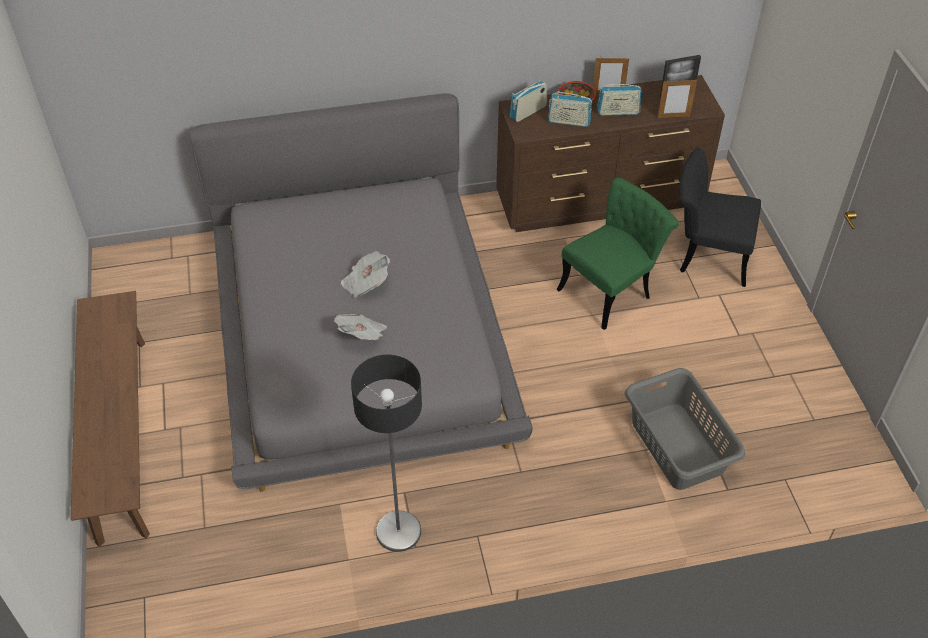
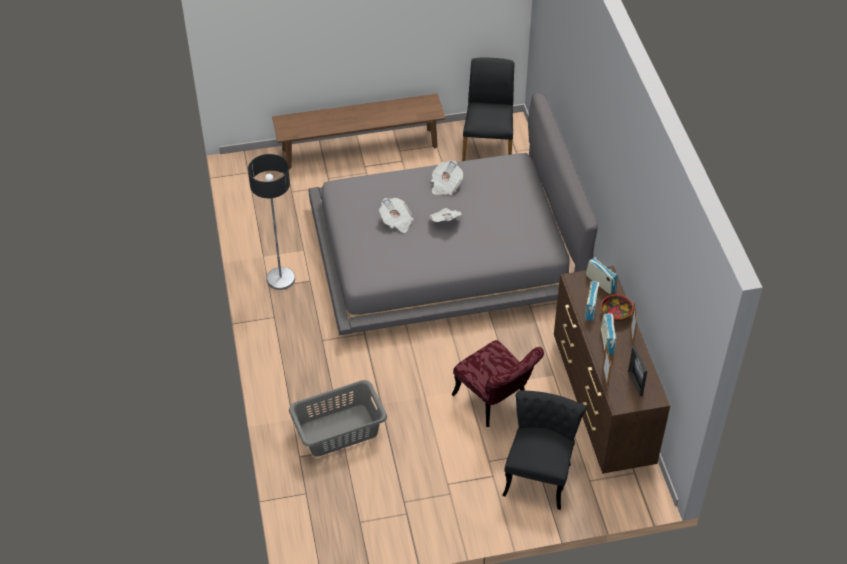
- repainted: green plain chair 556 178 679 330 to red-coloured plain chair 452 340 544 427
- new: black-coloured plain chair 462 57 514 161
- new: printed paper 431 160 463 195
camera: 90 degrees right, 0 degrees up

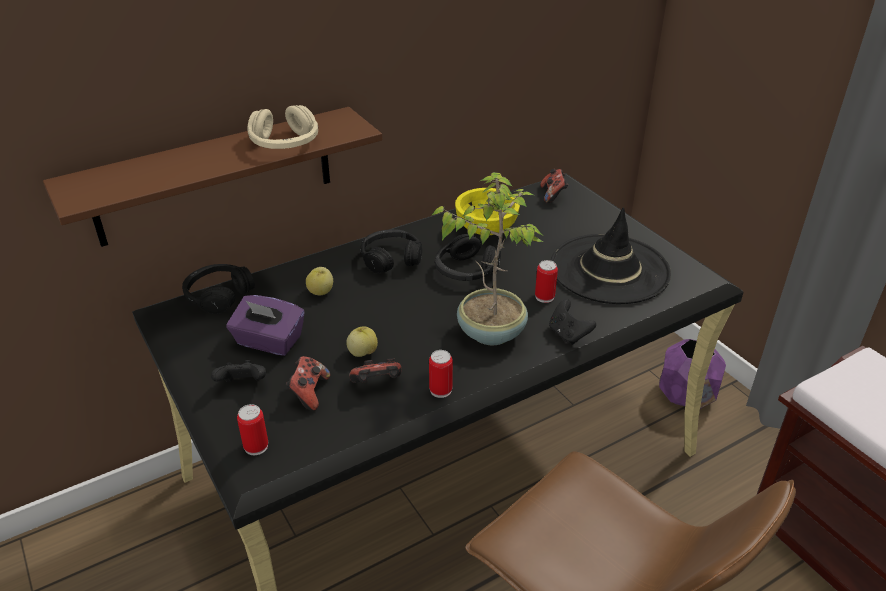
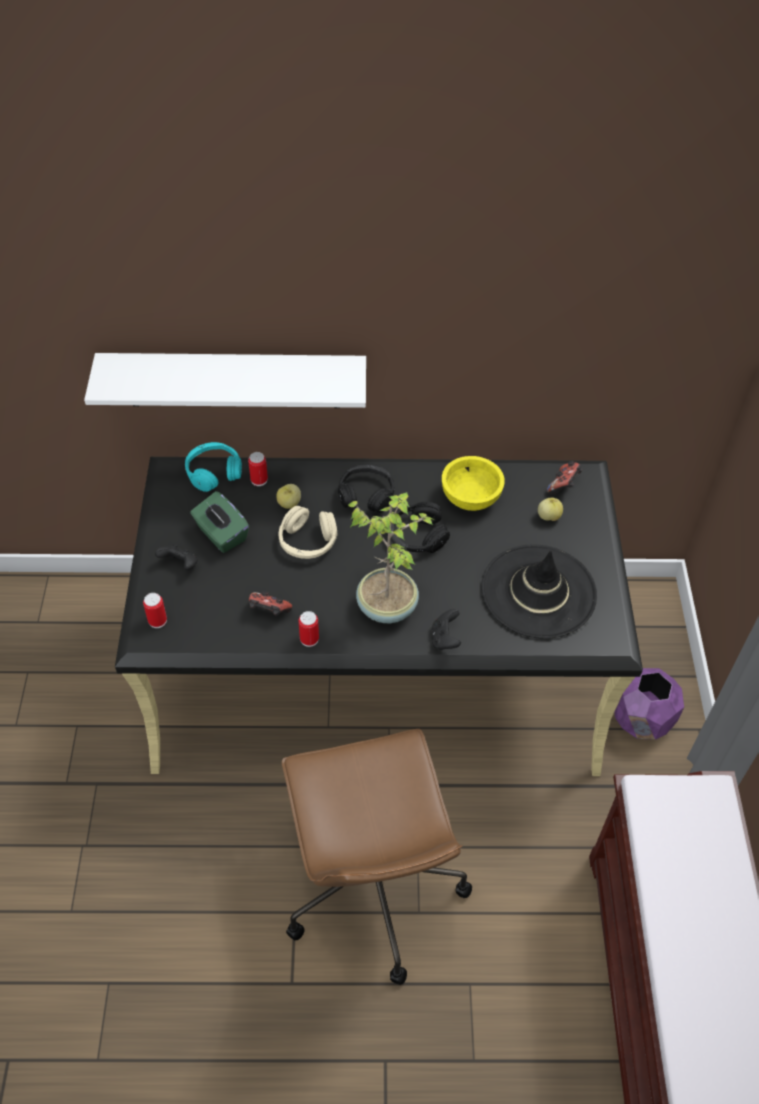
- shifted: sand-coloured pair of headphones 248 105 318 149 to 278 506 337 559
- repainted: brown-coloured bracket shelf 43 107 382 247 to white bracket shelf 84 353 366 408
- shifted: metal can 535 260 558 303 to 248 452 268 486
- repainted: black-coloured pair of headphones 182 264 255 314 to blue-green pair of headphones 185 442 242 492
- repainted: purple-coloured tissue box 226 295 305 356 to green tissue box 190 491 249 553
- shifted: apple 346 327 378 357 to 538 497 563 521
- gone: gamepad 286 356 330 411
camera: 30 degrees right, 15 degrees up

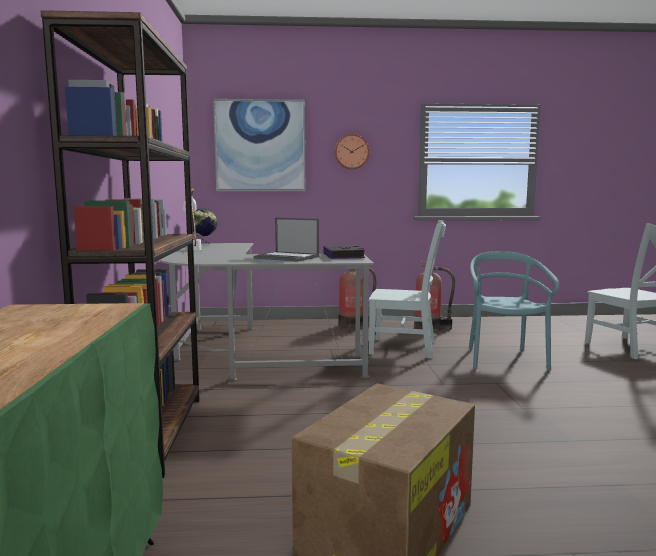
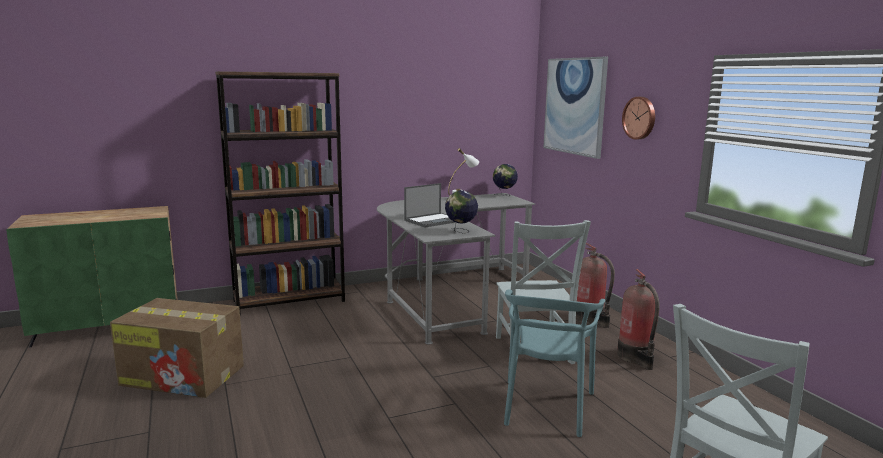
- rotated: portable computer 254 218 319 262 = 404 183 455 228 135 degrees counterclockwise
- swapped: volume 324 246 365 259 to desk globe 445 190 478 234
- rotated: blue-green plain chair 469 251 560 371 = 504 289 605 437 120 degrees clockwise
camera: 70 degrees right, 5 degrees up

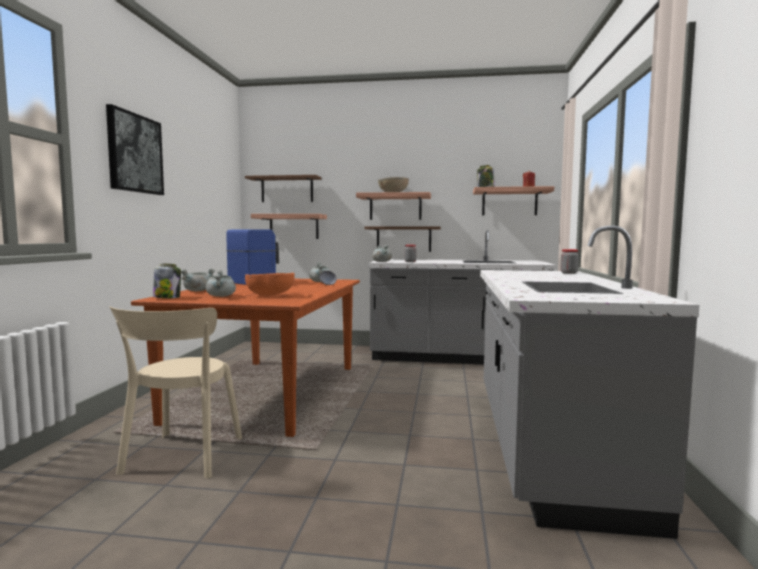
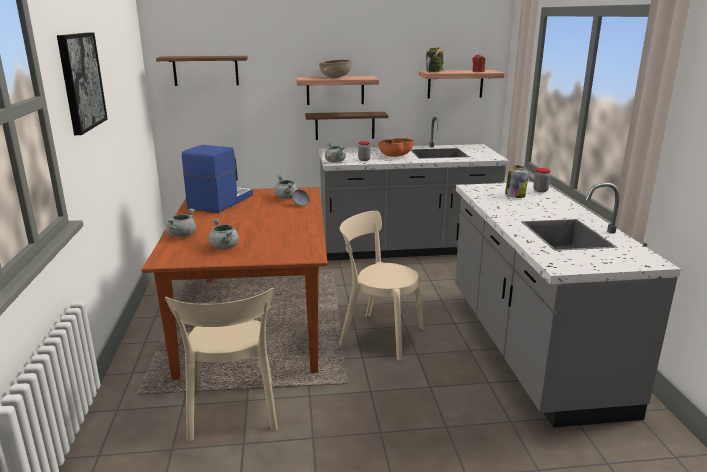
- gone: bracket shelf 251 214 327 239
- shifted: storage jar 153 264 181 298 to 505 165 529 198
- shifted: orange deep dish 245 273 295 296 to 378 138 414 157
- new: sand-coloured plain chair 339 211 424 361
camera: 15 degrees left, 15 degrees up

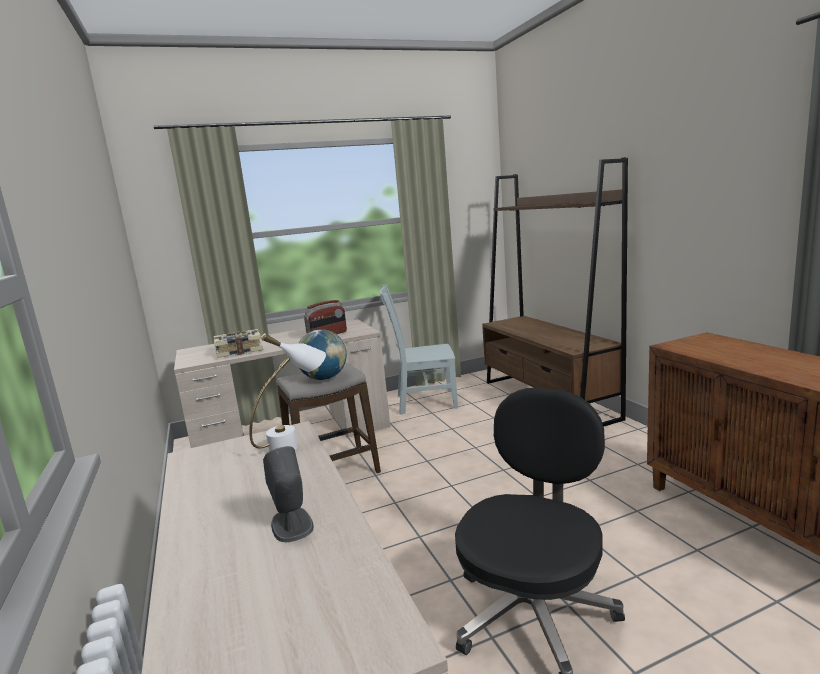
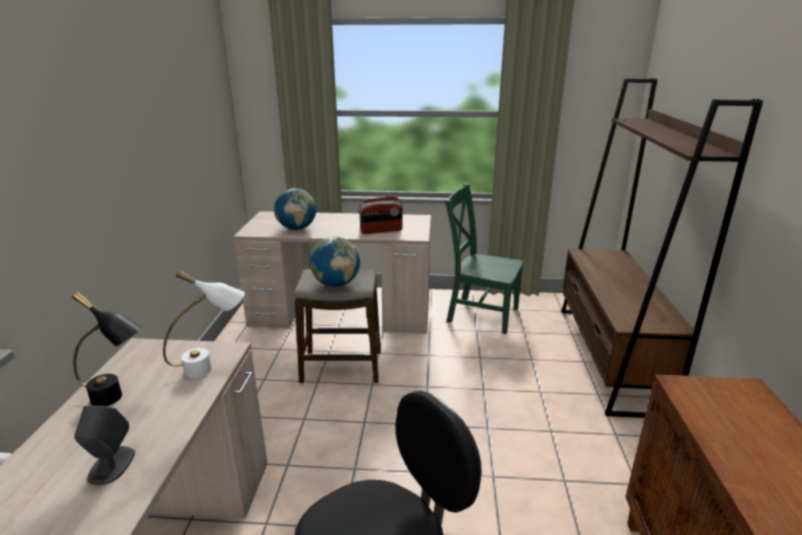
- repainted: gray plain chair 380 285 458 415 to green plain chair 445 184 524 334
- swapped: volume 214 329 263 358 to desk globe 274 188 316 230
- new: black-coloured lamp for a table 72 292 143 406
camera: 25 degrees right, 10 degrees up

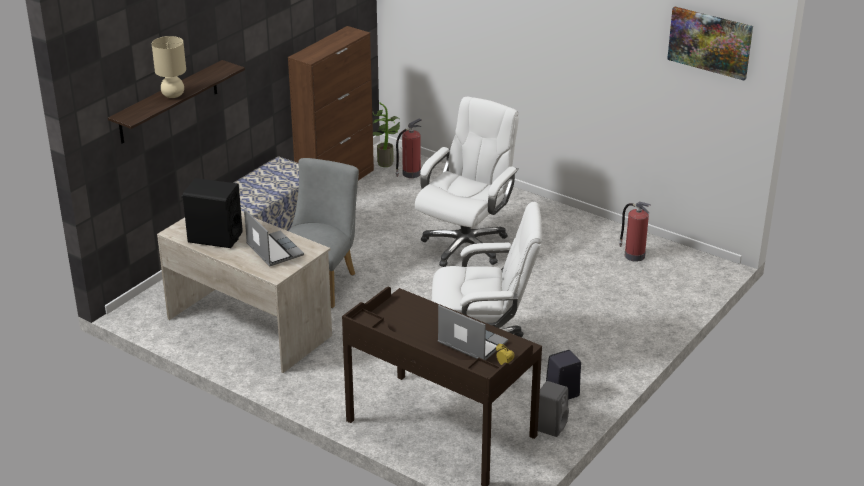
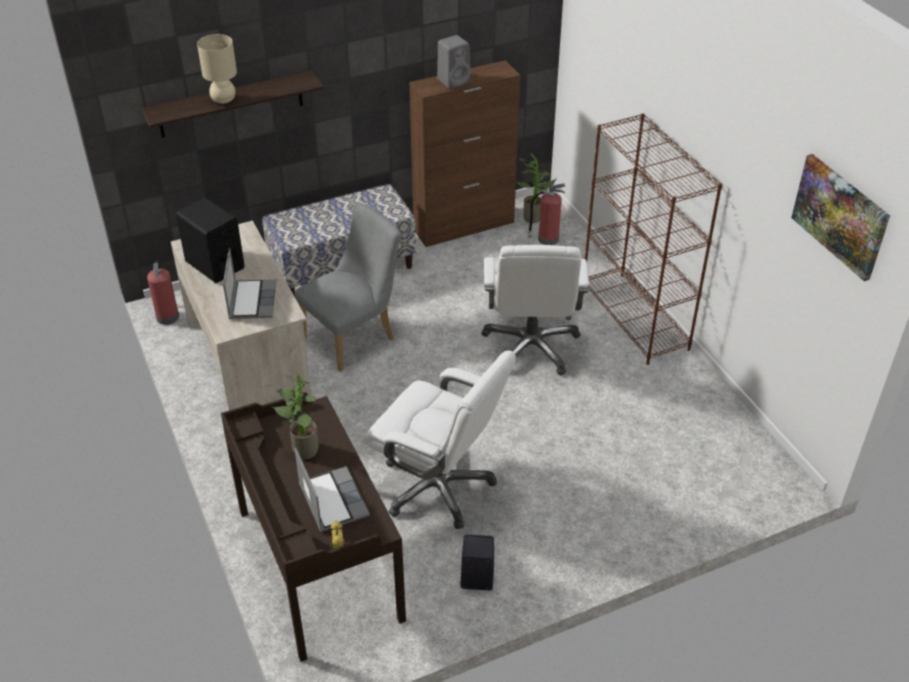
- rotated: white desk chair 415 97 519 267 = 481 245 589 375 120 degrees clockwise
- shifted: fire-fighting cylinder 619 202 651 262 to 147 261 179 325
- shifted: gray speaker 538 381 569 437 to 437 35 471 89
- new: brown-coloured bookshelf 585 113 722 365
- new: plant in a pot 271 374 319 459
camera: 30 degrees right, 10 degrees up

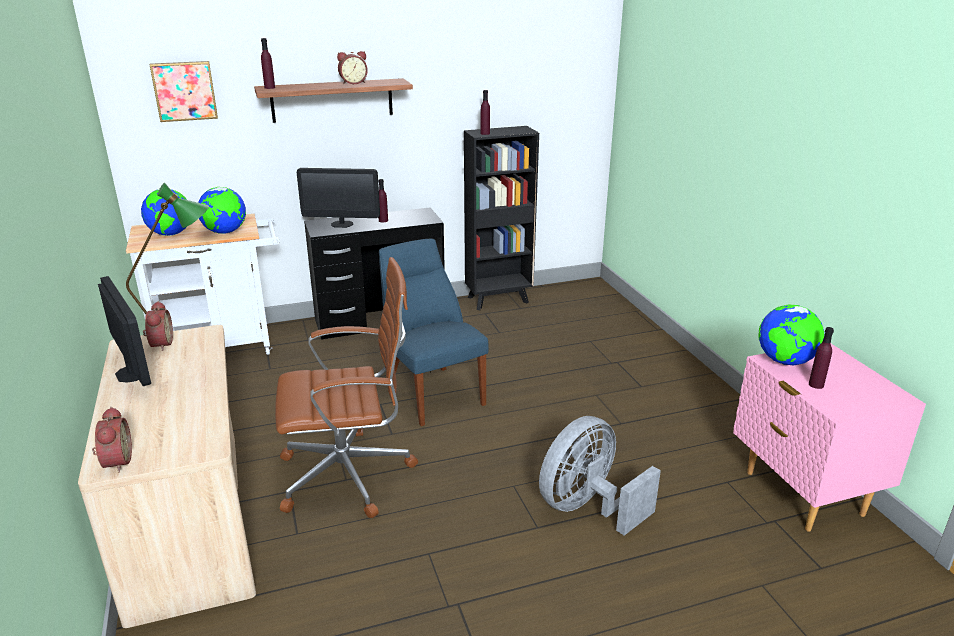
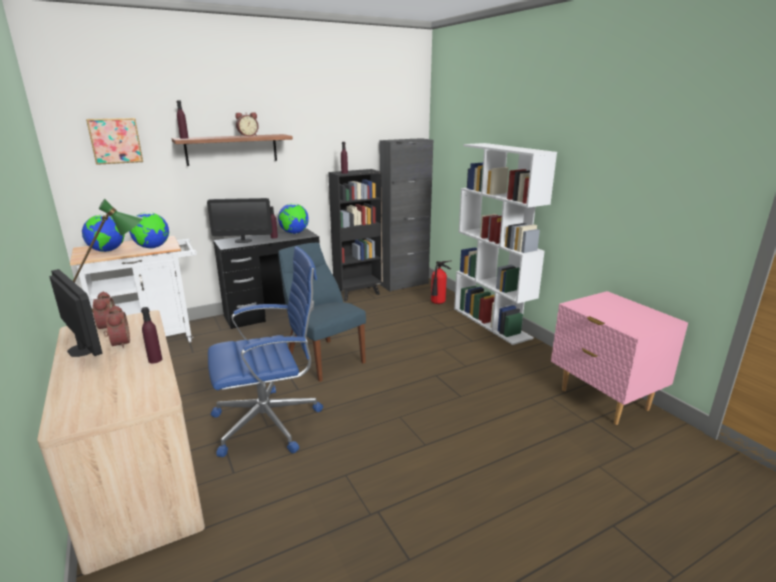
- repainted: brown-coloured desk chair 275 257 418 518 to blue desk chair 208 246 323 457
- shifted: desk globe 758 305 824 365 to 278 203 309 234
- shifted: purple-coloured beverage bottle 809 327 834 389 to 141 307 162 363
- shifted: alarm clock 92 407 132 473 to 103 305 130 348
- gone: gray electric fan 539 416 661 536
- new: black-coloured cabinet 380 138 433 292
- new: white bookshelf 454 143 557 345
- new: fire-fighting cylinder 431 260 452 304
camera: 10 degrees left, 5 degrees down

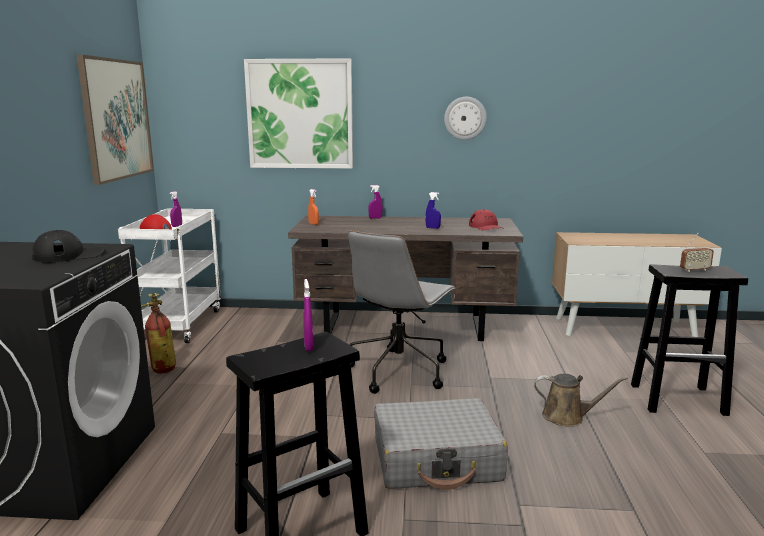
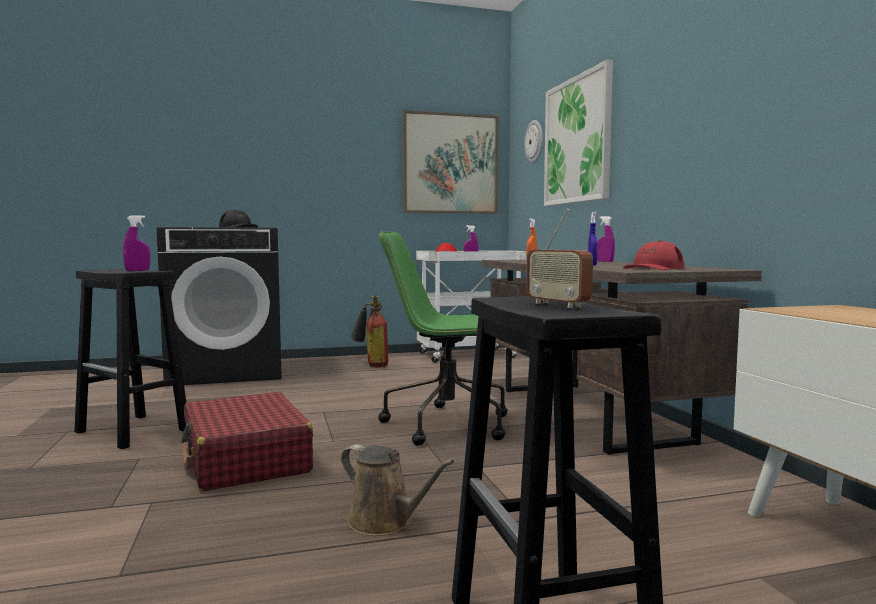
- shifted: hanging clock 444 97 487 140 to 524 120 543 163
- repainted: gray desk chair 348 231 456 394 to green desk chair 378 231 507 446
- rotated: brown-coloured sprinkling can 534 374 628 427 = 341 444 454 536 45 degrees counterclockwise
- repainted: gray travel case 374 398 508 490 to red-coloured travel case 181 392 313 491
camera: 70 degrees right, 10 degrees down

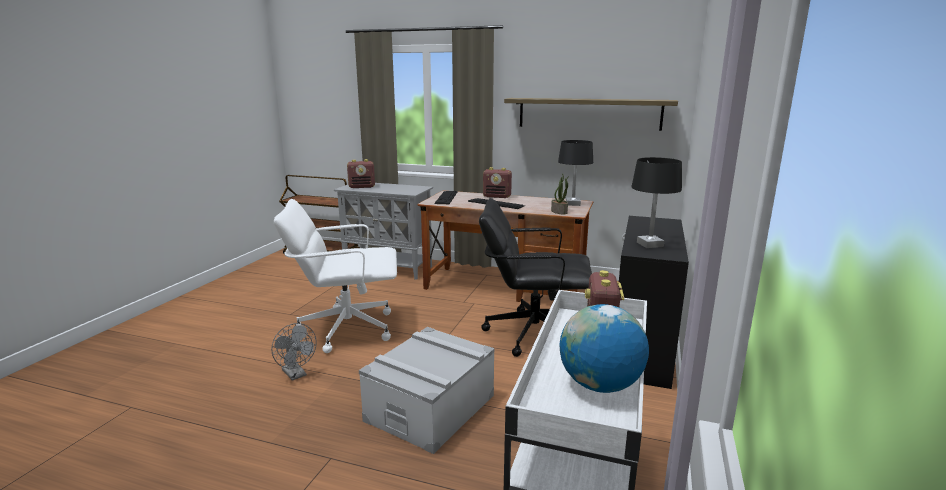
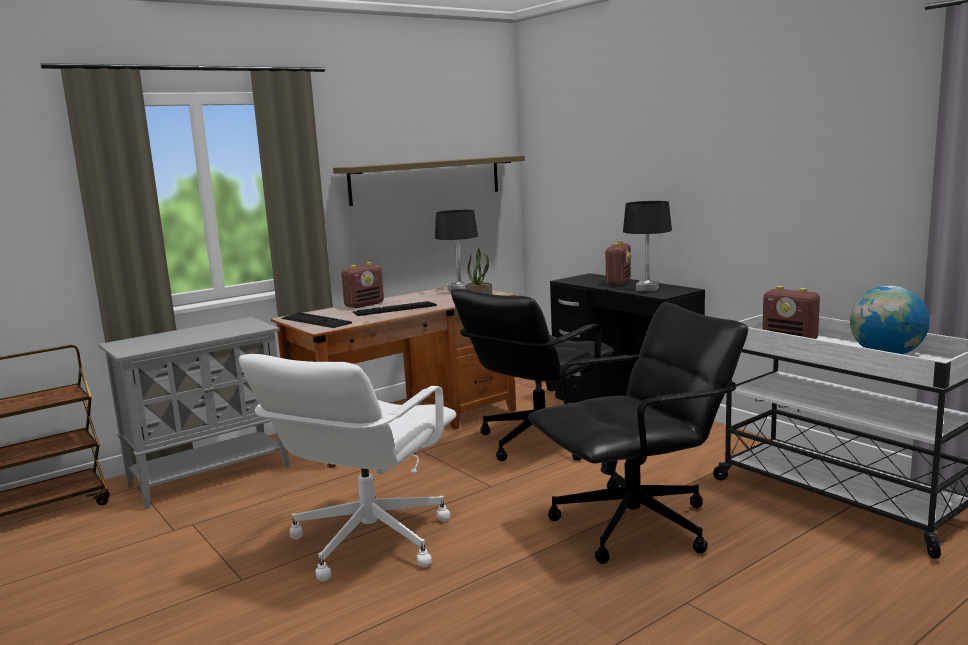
- shifted: radio receiver 347 159 375 188 to 604 241 631 285
- gone: gray electric fan 271 323 317 381
- swapped: gray storage bin 359 327 495 454 to black-coloured desk chair 528 302 748 564
camera: 55 degrees left, 5 degrees down

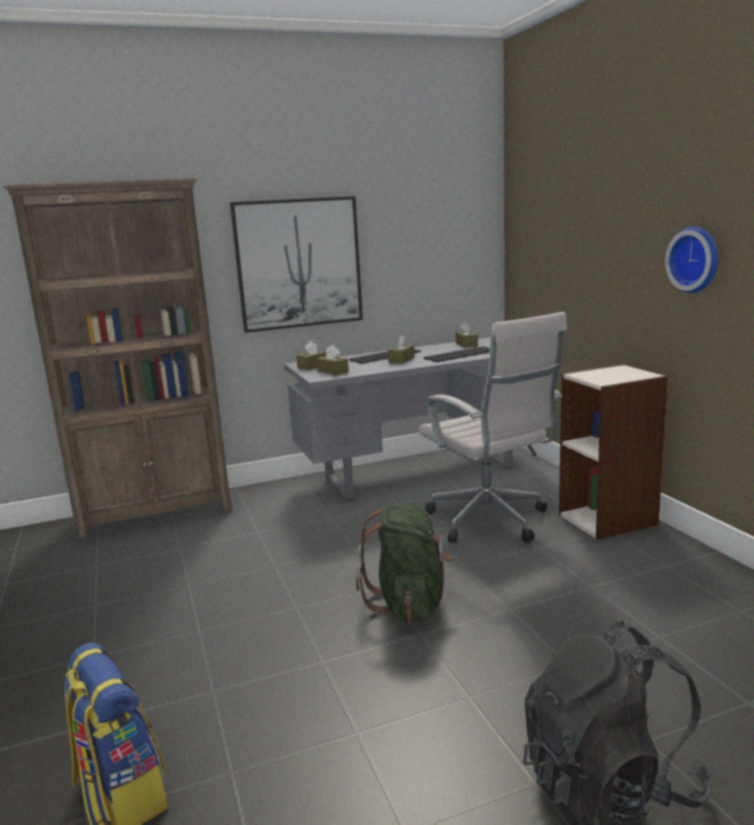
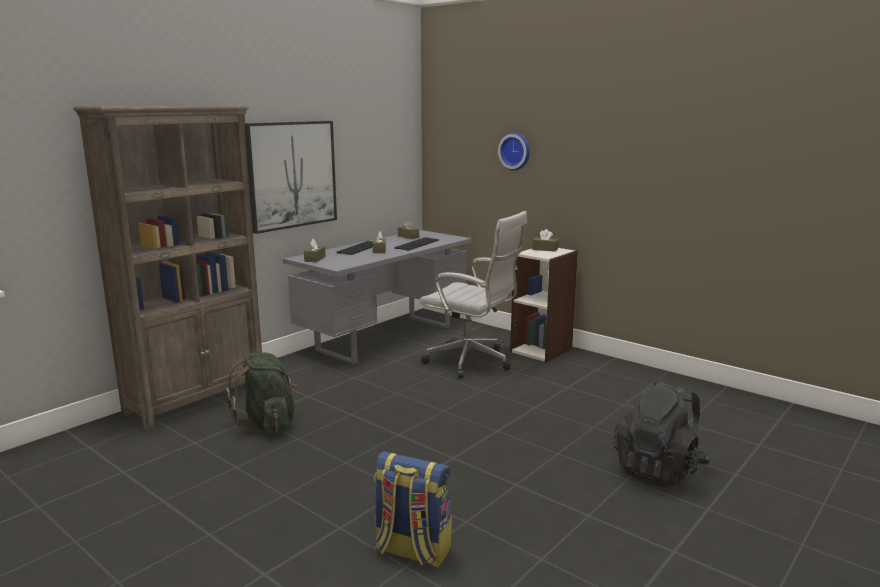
- shifted: hanging clock 665 227 718 293 to 498 132 530 171
- shifted: brown-coloured tissue box 316 345 349 375 to 532 229 559 252
- shifted: green backpack 356 502 453 623 to 226 352 298 433
camera: 30 degrees left, 0 degrees up

